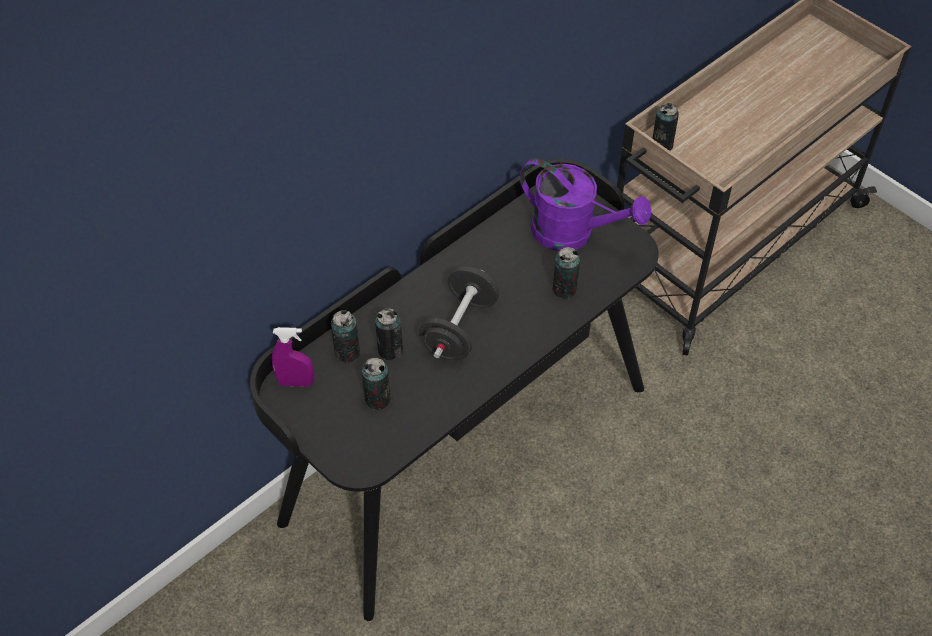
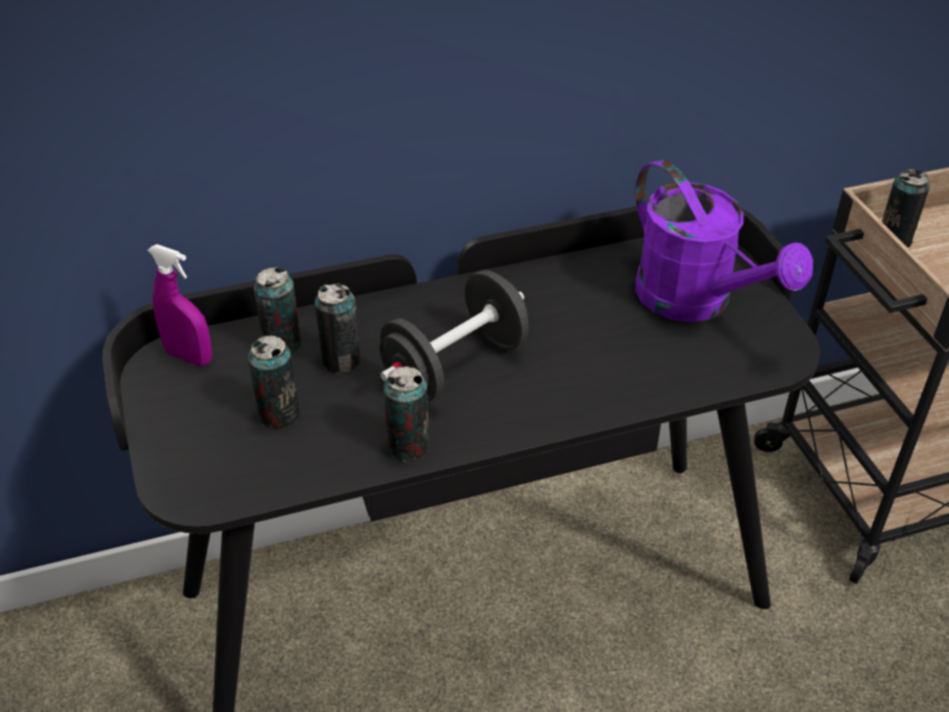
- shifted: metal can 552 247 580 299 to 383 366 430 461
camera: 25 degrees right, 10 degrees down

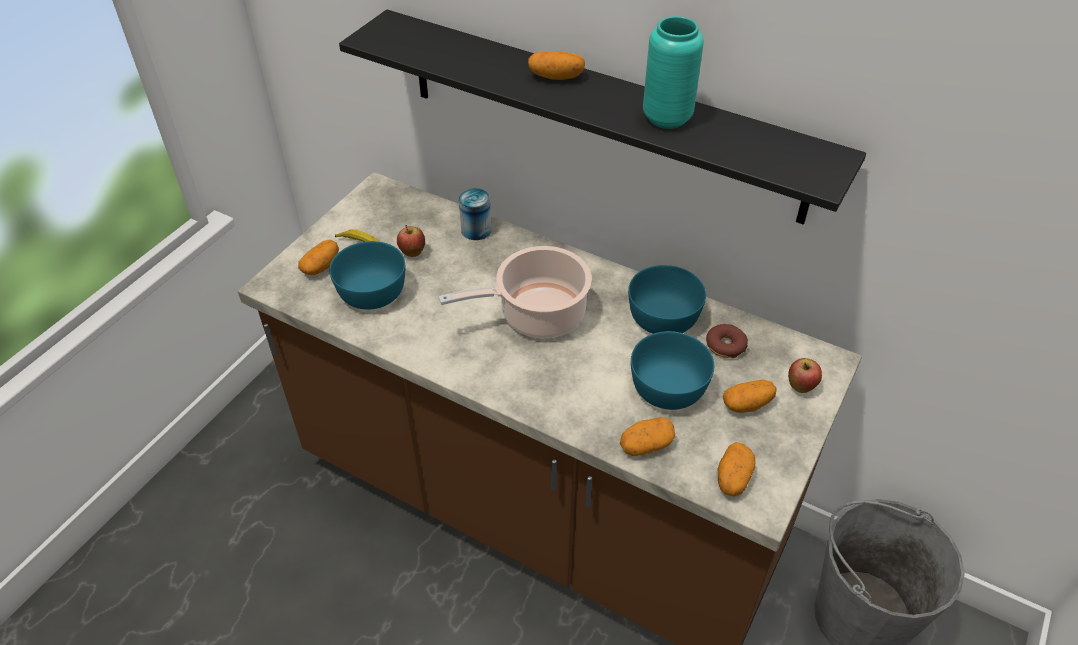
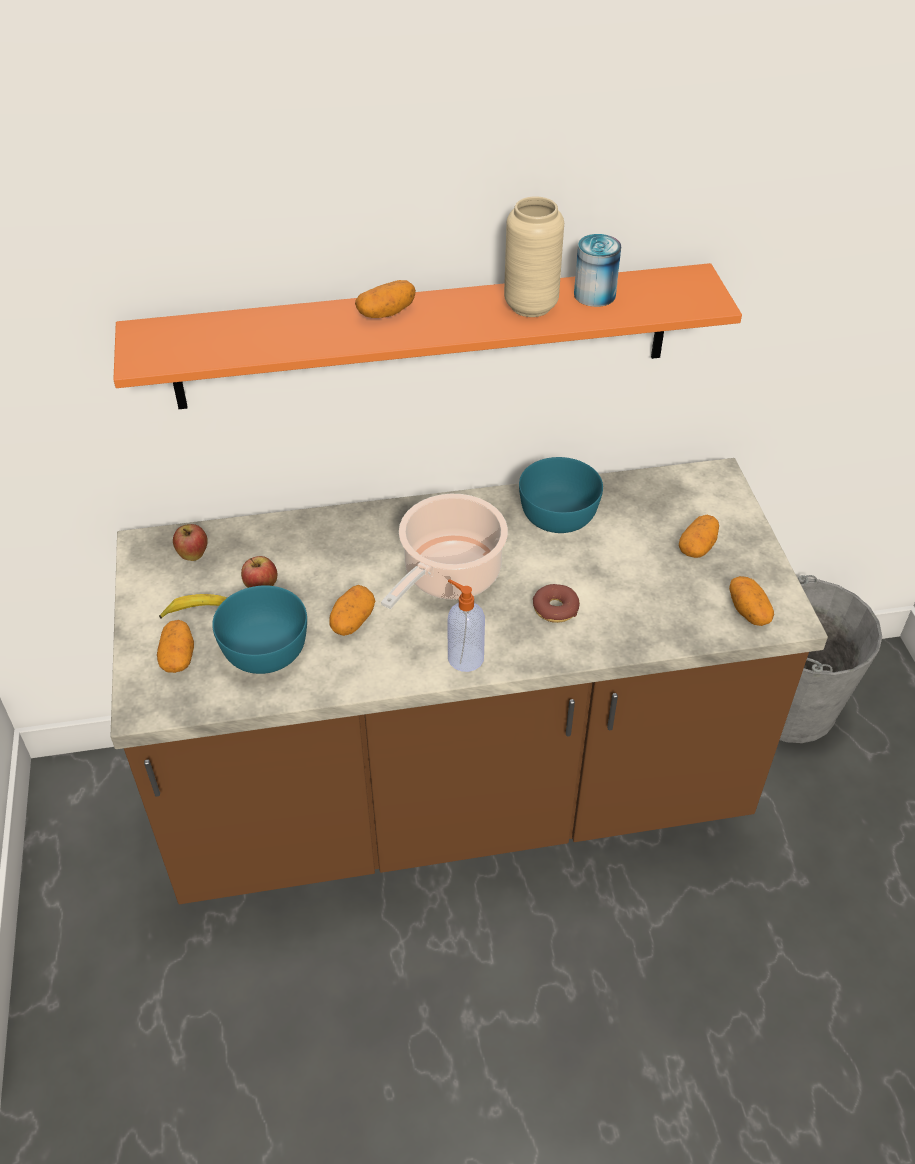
- repainted: black-coloured bracket shelf 339 10 866 225 to orange bracket shelf 113 263 742 409
- repainted: blue-green flower vase 643 16 704 129 to sand-coloured flower vase 504 196 564 317
- shifted: metal can 459 188 492 240 to 574 234 621 307
- shifted: ring doughnut 706 324 748 358 to 533 584 580 623
- gone: blue-green deep dish 631 331 714 410
- shifted: apple 788 358 822 393 to 173 524 208 561
- shifted: whole potato 620 417 675 456 to 329 585 375 636
- new: soap dispenser 447 579 485 672
camera: 40 degrees left, 0 degrees up

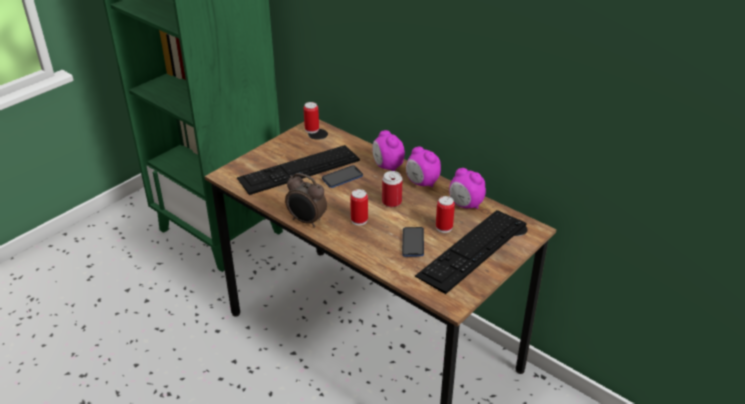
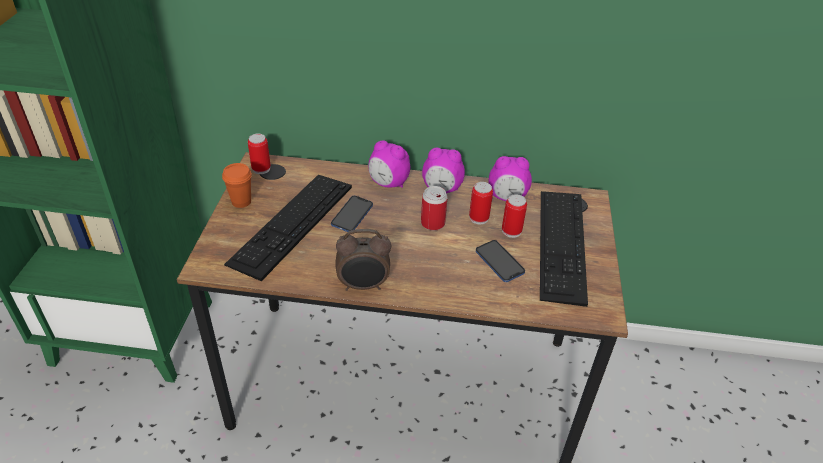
- shifted: metal can 350 189 368 225 to 469 182 493 224
- new: orange small cup 222 163 252 208
camera: 35 degrees left, 5 degrees up

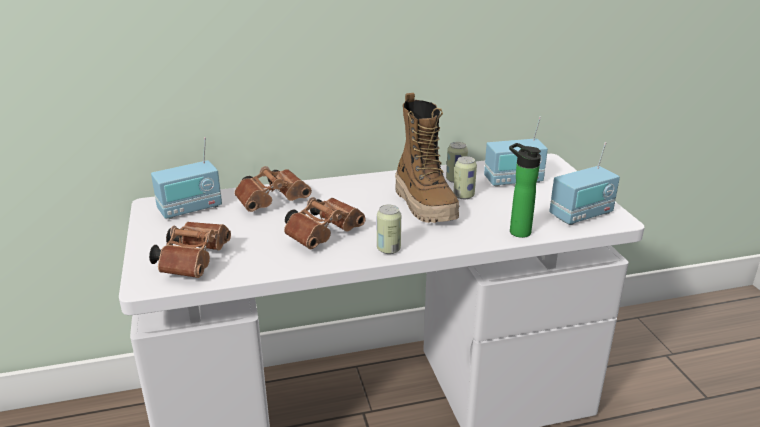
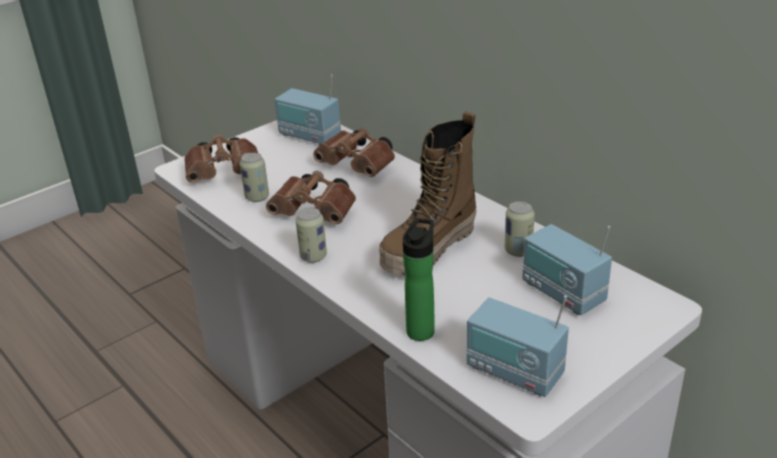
- shifted: metal can 454 156 477 199 to 240 152 269 202
camera: 65 degrees right, 5 degrees up

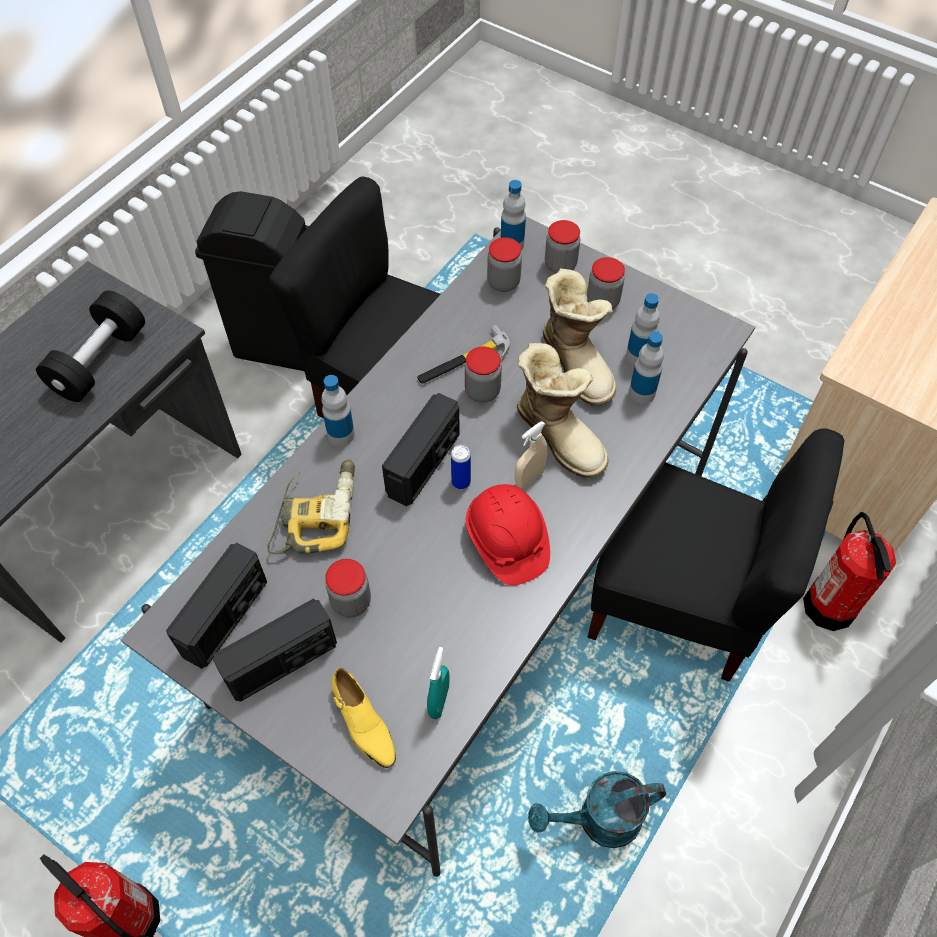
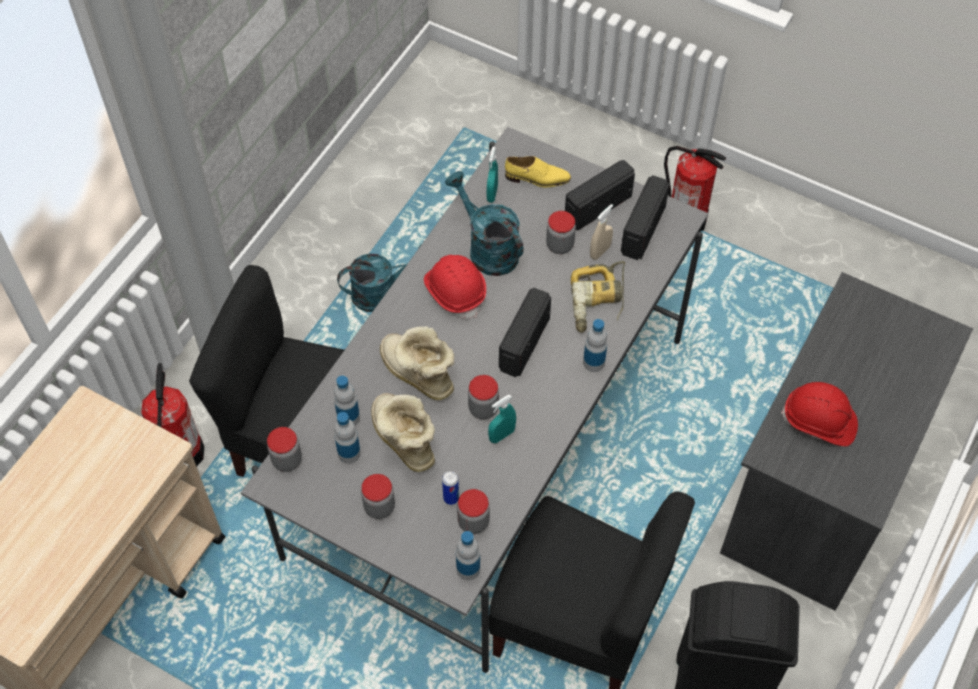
- shifted: storage jar 545 220 580 273 to 267 427 302 472
- swapped: black-coloured free weight 36 290 145 402 to red-coloured hard hat 781 382 858 446
- swapped: hammer 417 325 510 384 to blue-green hand sprayer 488 395 516 443
- shifted: sand-coloured hand sprayer 515 421 548 488 to 590 204 613 260
- shifted: metal can 451 445 471 489 to 442 471 459 505
- rotated: yellowish item of footwear 332 668 396 768 = 505 156 571 187 135 degrees clockwise
- new: blue-green sprinkling can 445 171 524 276
camera: 175 degrees right, 0 degrees up

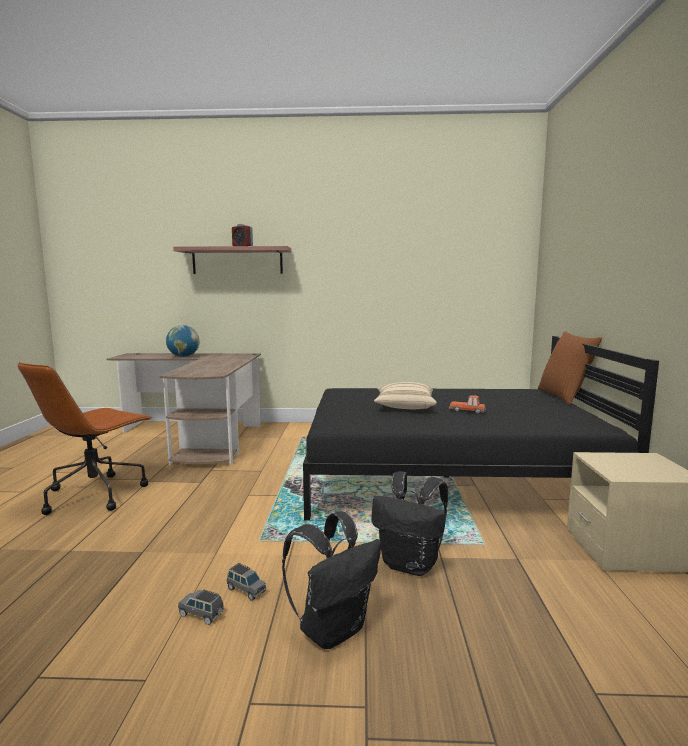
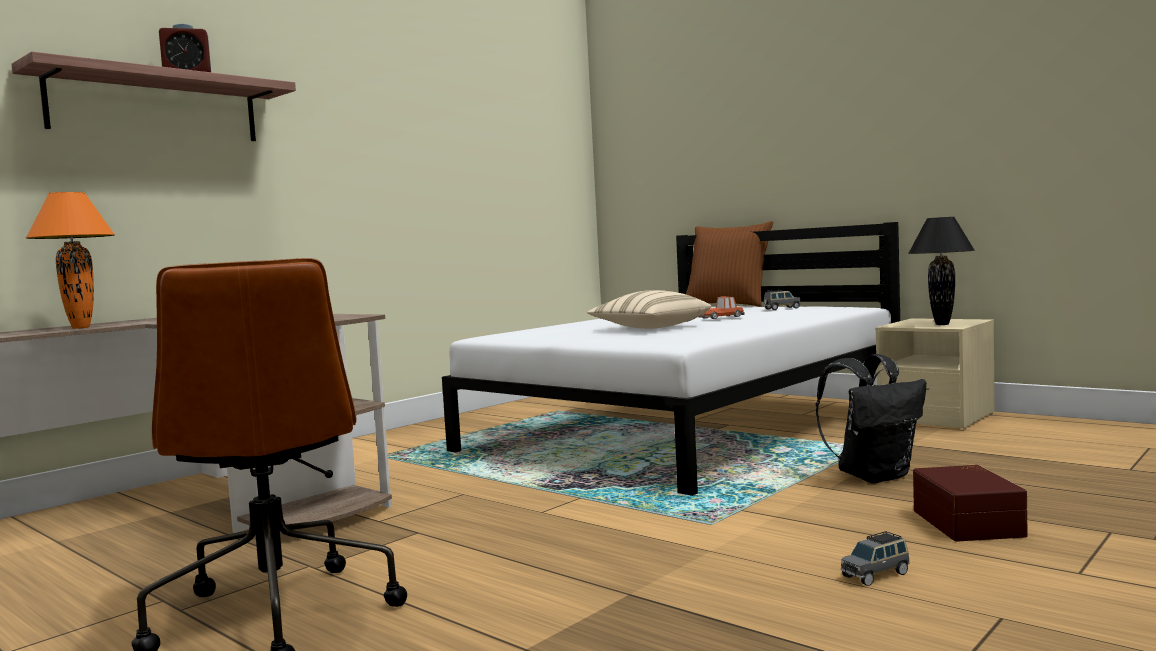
- swapped: desk globe 166 325 200 357 to orange lamp for a table 26 192 115 329
- repainted: black-coloured bed 303 336 659 521 to white bed 442 222 900 496
- swapped: black-coloured backpack 282 512 381 649 to brown-coloured storage bin 913 465 1027 542
- shifted: gray toy car 227 563 266 601 to 764 290 800 310
- new: black-coloured lamp for a table 908 217 975 325
camera: 50 degrees left, 5 degrees down

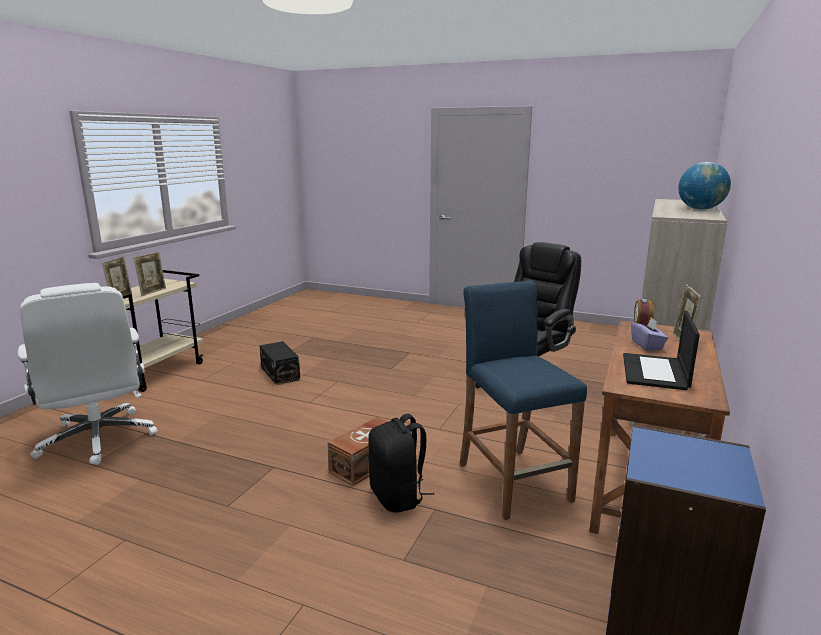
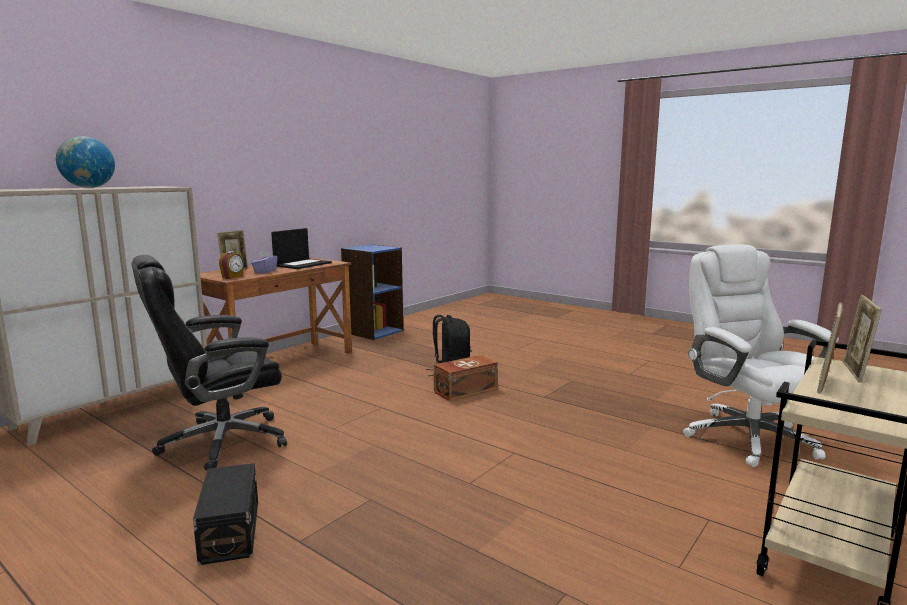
- gone: blue stool 459 280 587 520
- shifted: black-coloured storage bin 259 341 300 385 to 193 463 258 565
camera: 165 degrees left, 5 degrees down

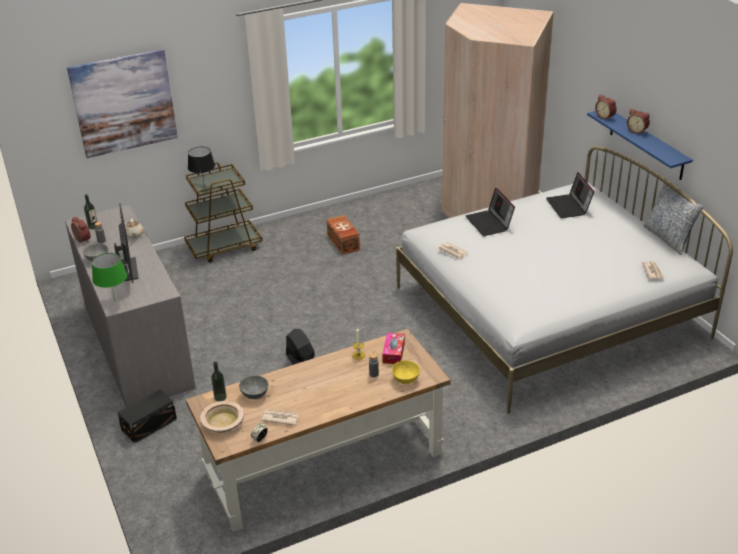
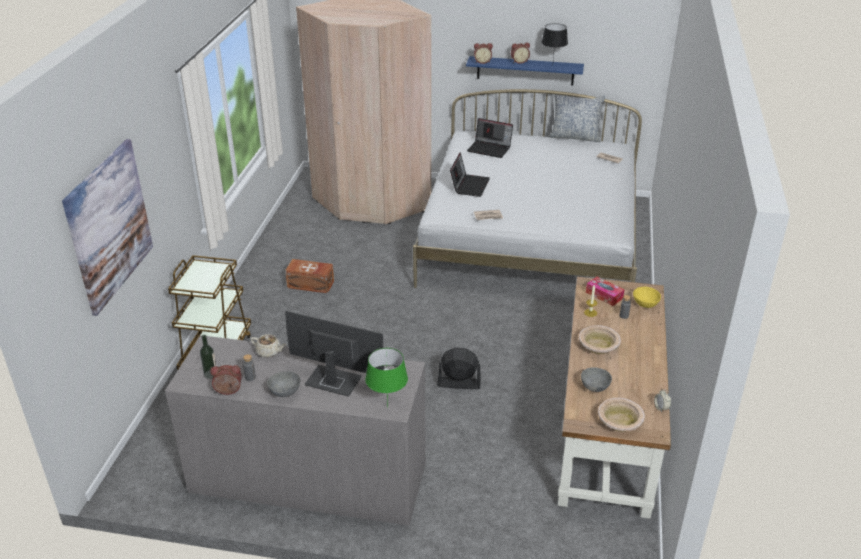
- shifted: black-coloured lamp for a table 188 147 215 188 to 541 23 568 60
- rotated: portable computer 465 187 515 236 = 450 152 490 197 90 degrees counterclockwise
- gone: beverage bottle 211 362 227 402
- gone: black-coloured storage bin 117 390 177 443
- gone: printed paper 262 410 299 425
- new: sand-coloured deep dish 579 325 621 354
camera: 55 degrees left, 0 degrees up

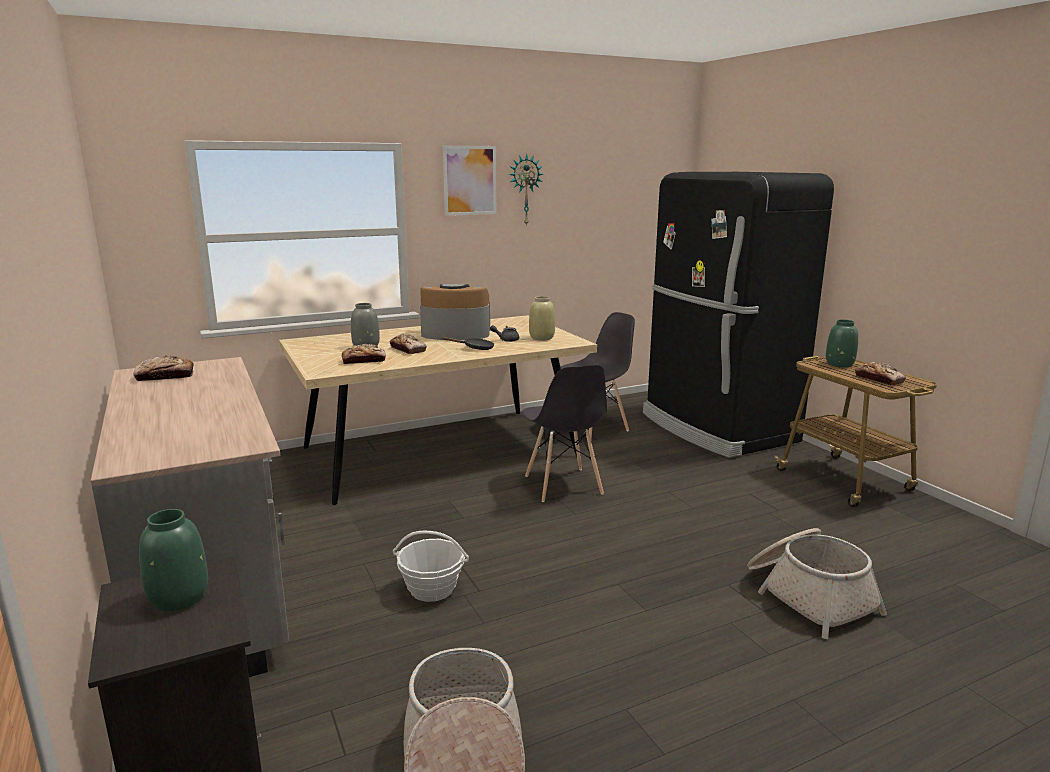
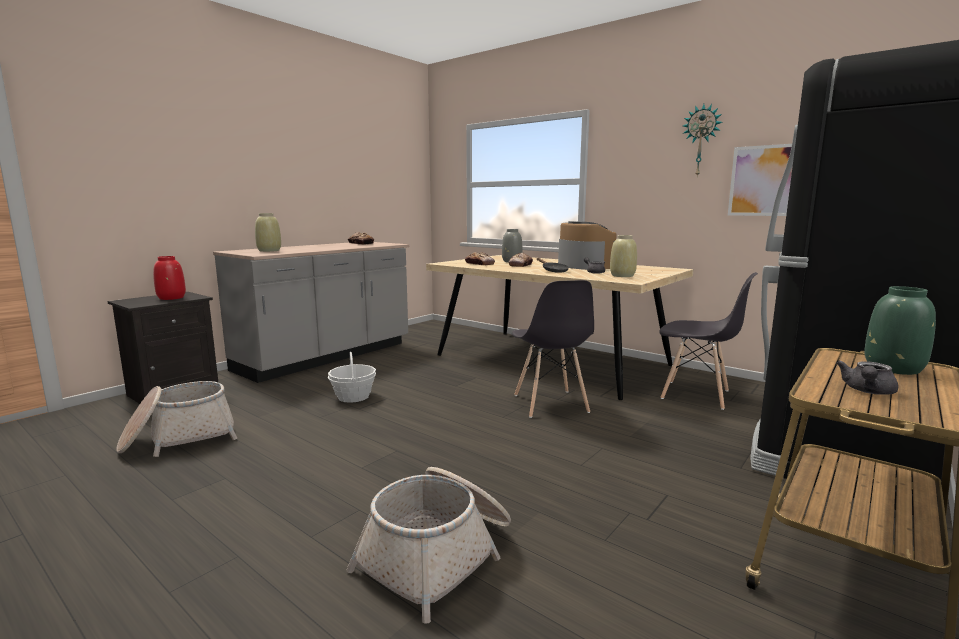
- shifted: picture 443 145 496 216 to 728 144 793 216
- swapped: bread 855 362 906 385 to gray pot for tea 836 360 899 395
- rotated: gray plain chair 521 365 607 502 = 511 280 594 418 60 degrees counterclockwise
- repainted: green flower vase 139 509 208 611 to red-coloured flower vase 153 256 186 300
- new: sand-coloured flower vase 255 213 281 252
camera: 65 degrees right, 5 degrees down

